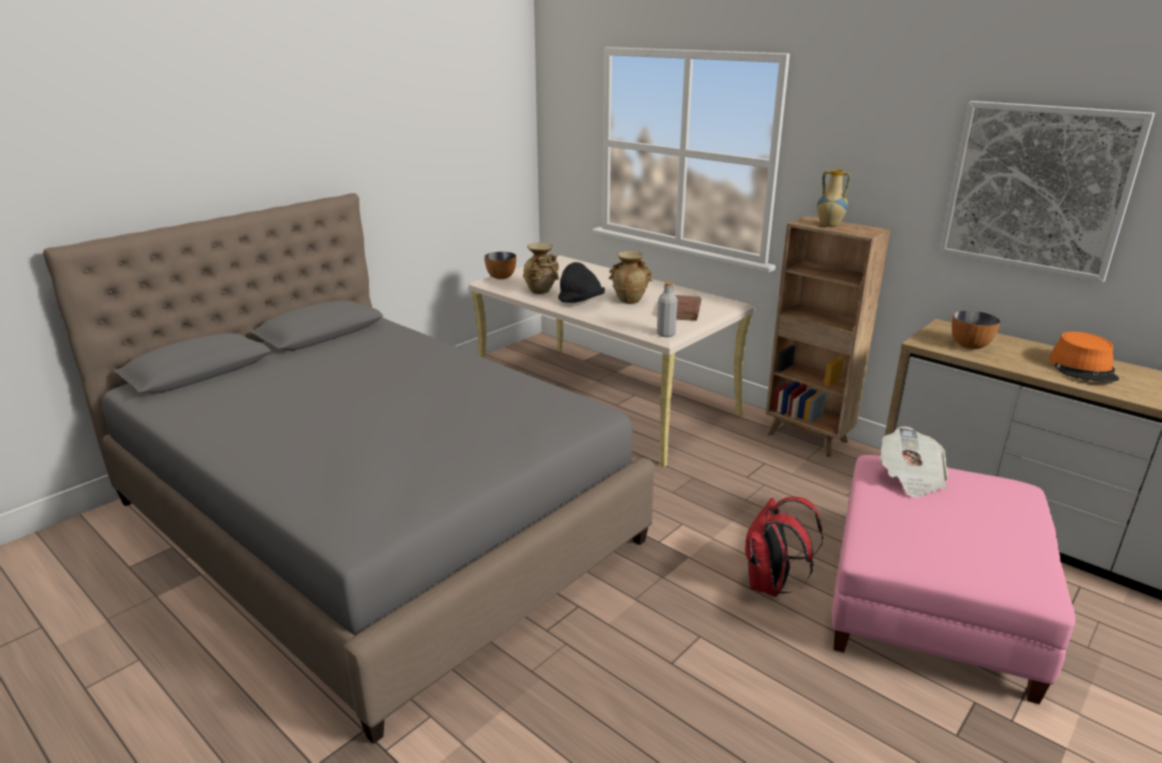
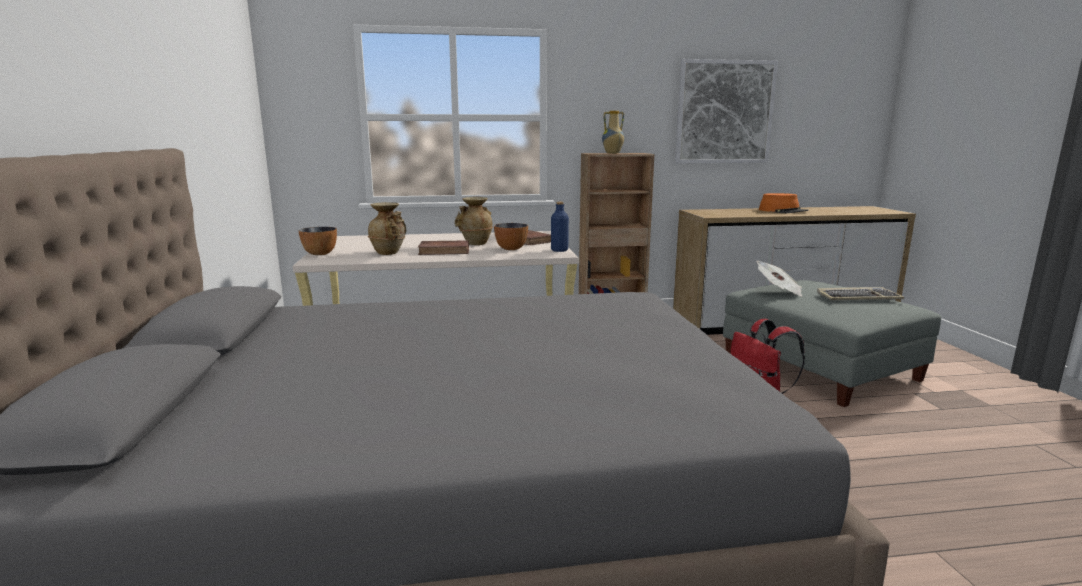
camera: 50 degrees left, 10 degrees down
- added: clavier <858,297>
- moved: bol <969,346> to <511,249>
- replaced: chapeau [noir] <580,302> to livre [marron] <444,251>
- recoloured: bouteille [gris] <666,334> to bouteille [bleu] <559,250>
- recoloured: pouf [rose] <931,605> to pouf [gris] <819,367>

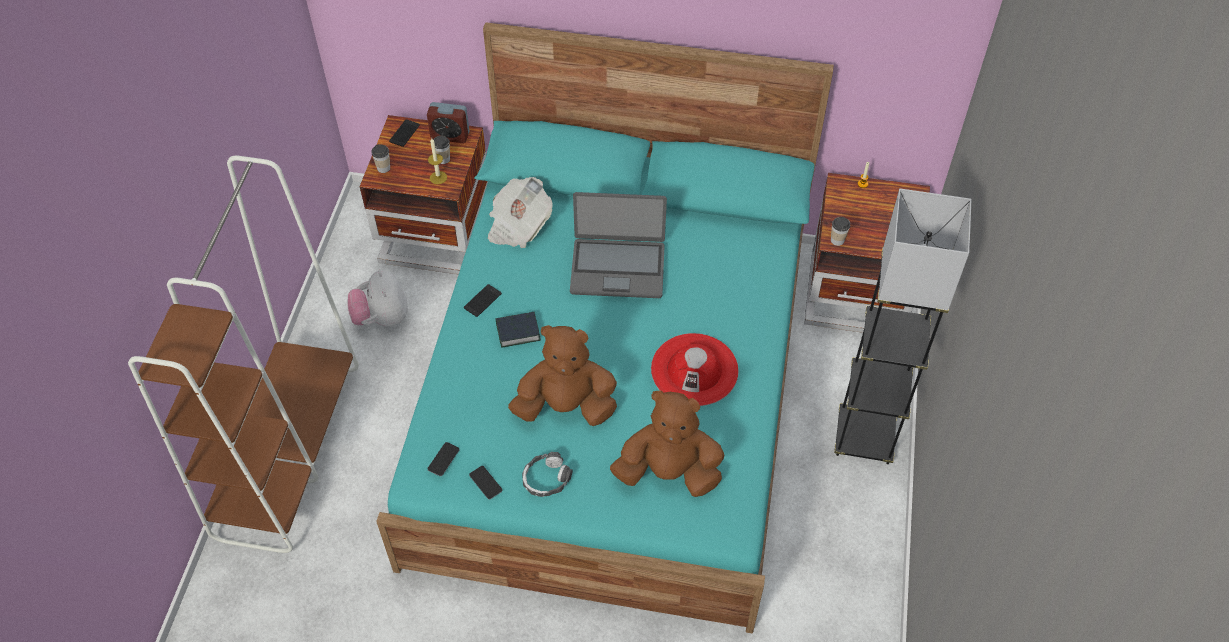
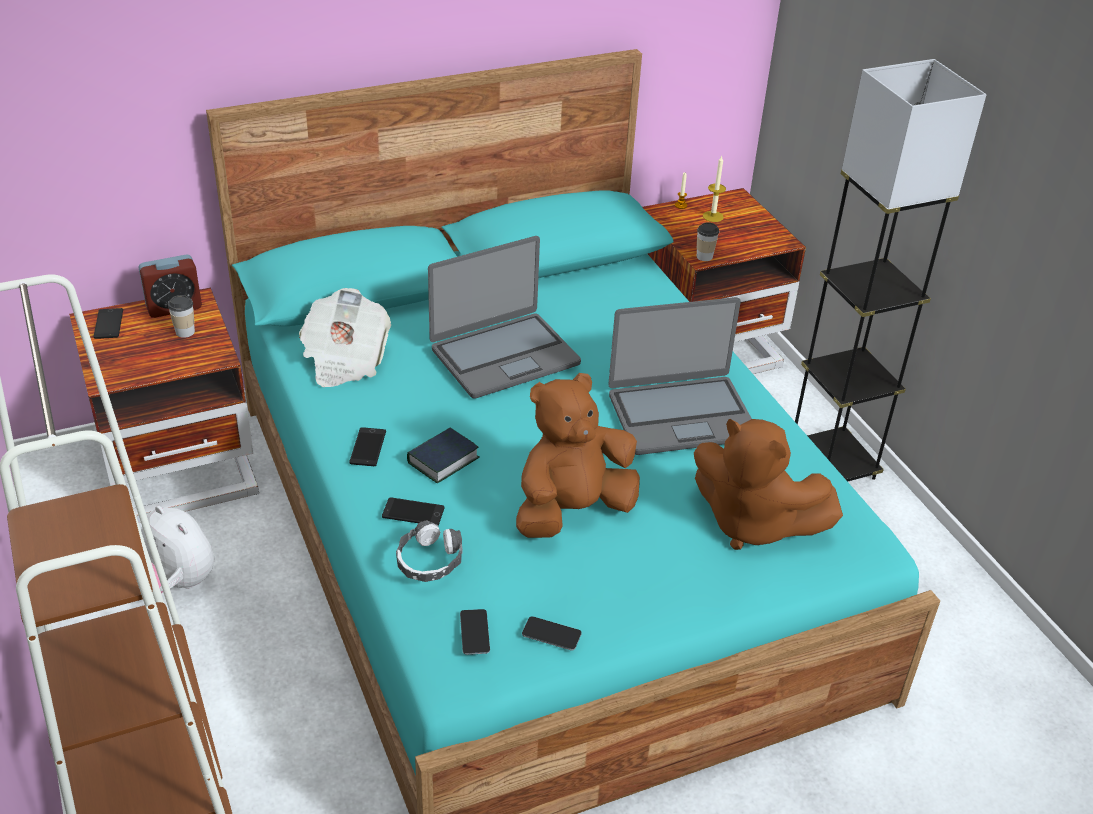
camera: 35 degrees left, 15 degrees down
- removed: tasse <383,168>
- added: téléphone <413,512>
- moved: bougie <438,177> to <713,216>
- moved: casque audio <546,479> to <429,560>
- replaced: chapeau [rouge] <694,369> to ordinateur portable <681,415>
- turned: peluche [marron] <669,472> = <752,523> 120 degrees counterclockwise

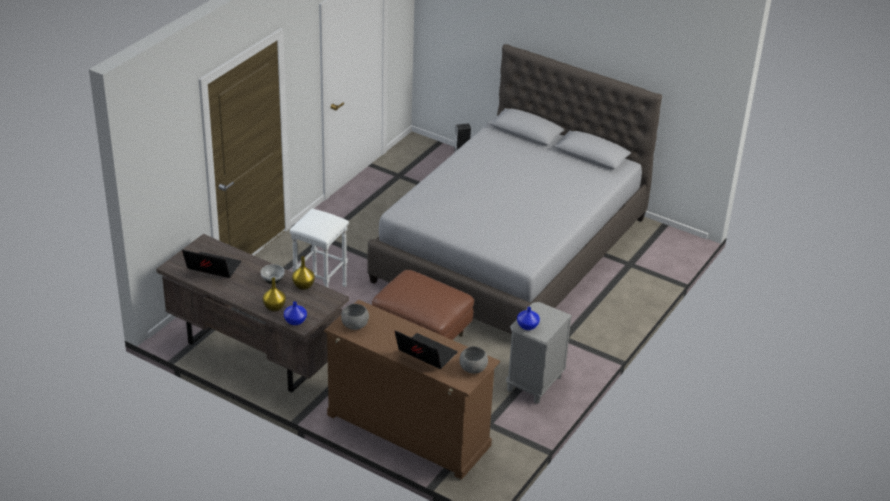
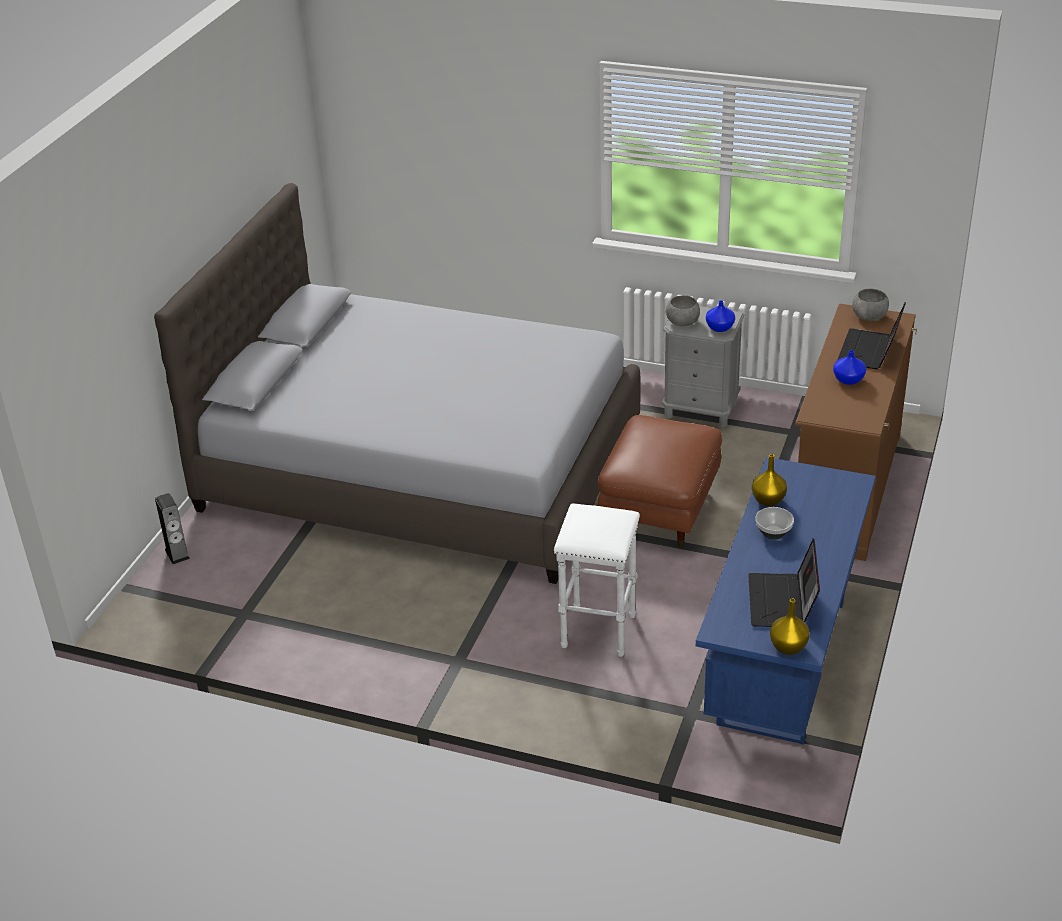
camera: 100 degrees left, 0 degrees up
- moved: vase [jaune] <274,307> to <788,648>
- moved: vase [bleu] <296,321> to <848,379>
- moved: bol [gris] <355,325> to <682,322>
- recoloured: bureau [marron] <254,353> to bureau [bleu] <783,663>

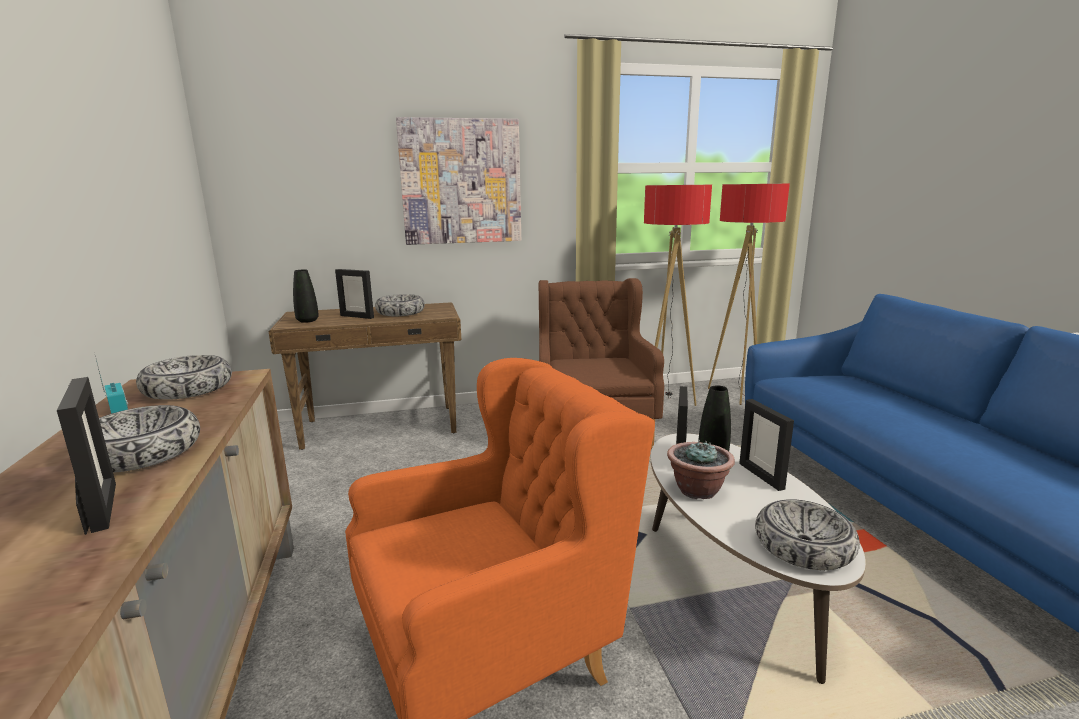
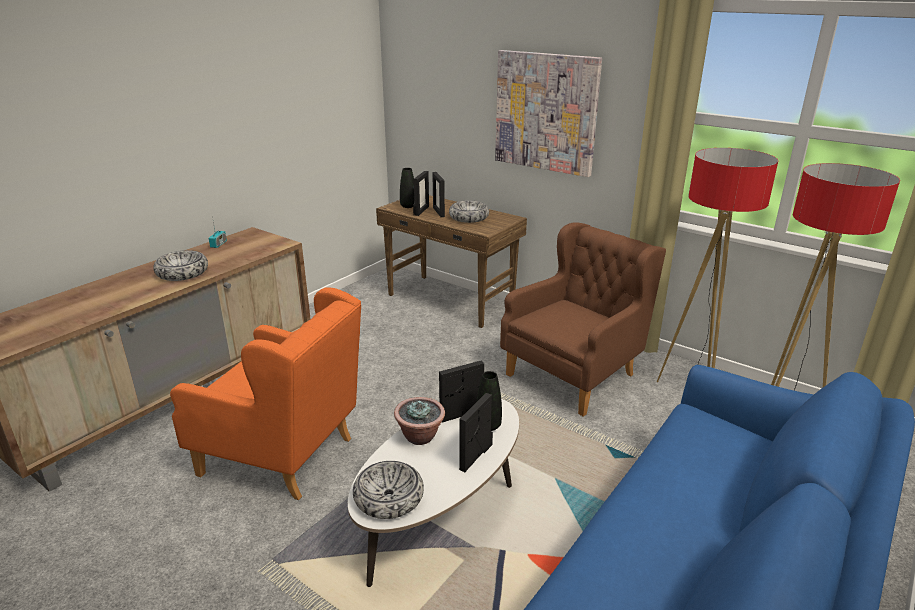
camera: 50 degrees right, 10 degrees up
- removed: bol <188,389>
- moved: cadre photo <101,507> to <421,210>

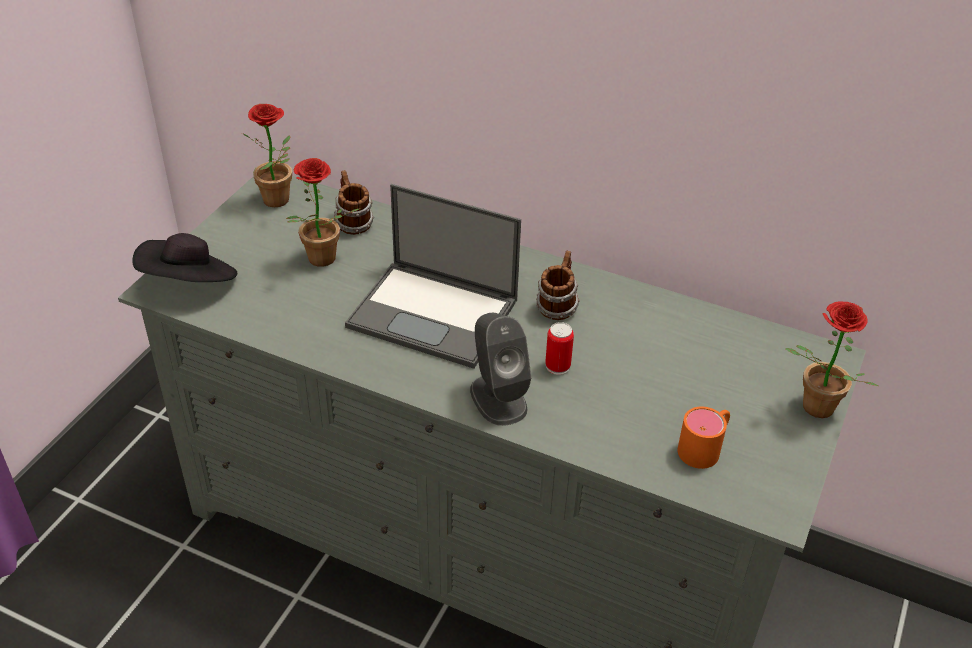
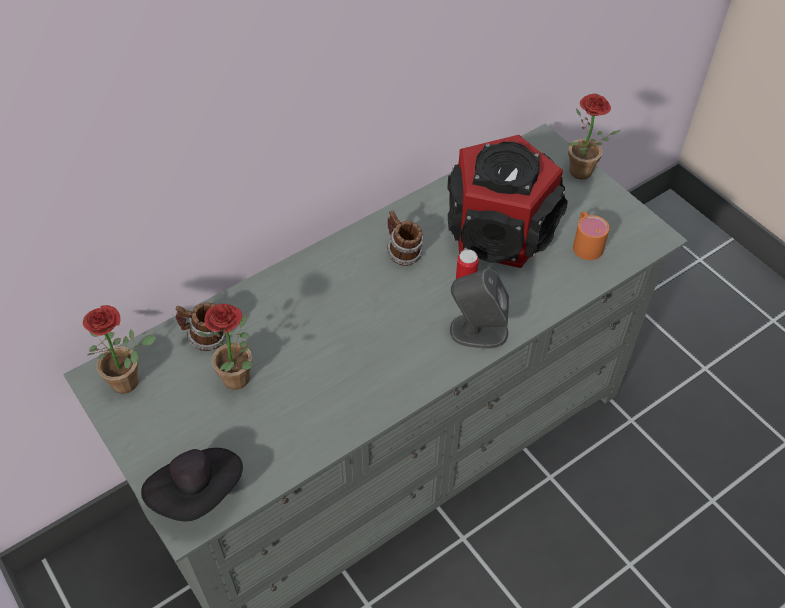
camera: 60 degrees left, 10 degrees up
- removed: ordinateur portable <435,314>
- added: enceinte <500,231>

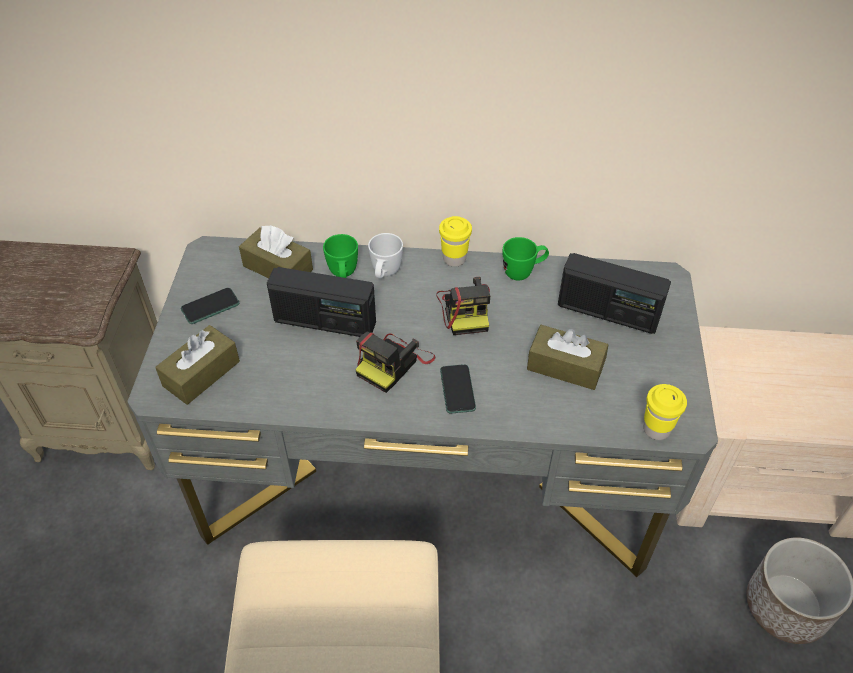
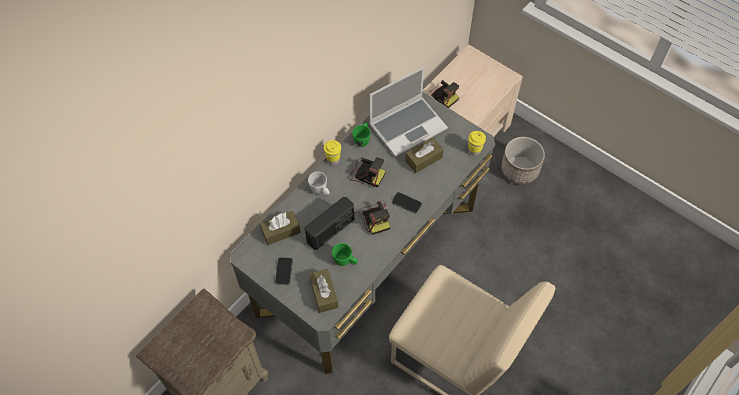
camera: 55 degrees left, 10 degrees up
- added: appareil photo <442,95>
- moved: mug [vert] <343,275> to <345,262>
- replaced: radio <608,312> to ordinateur portable <408,126>

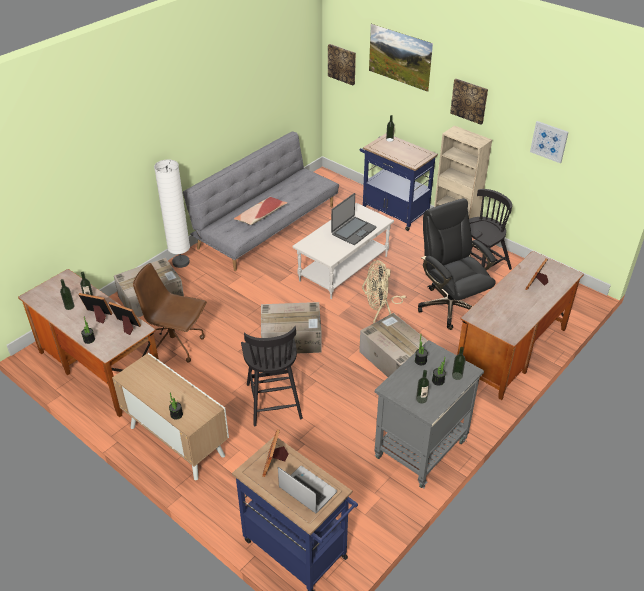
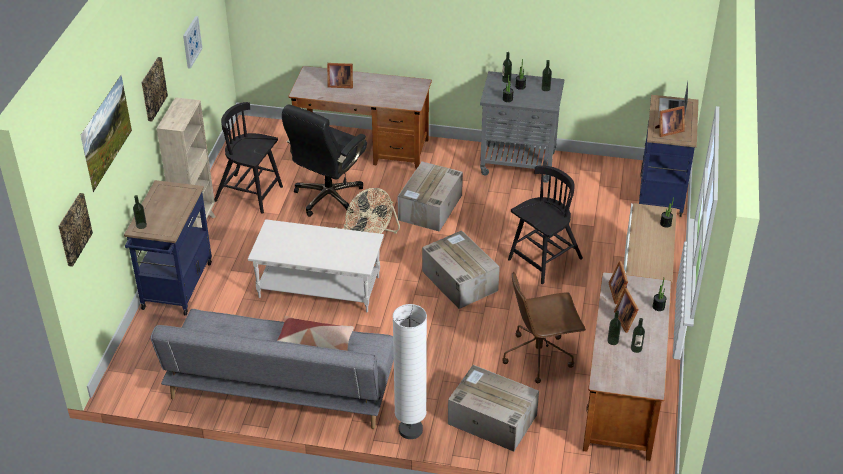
camera: 120 degrees left, 0 degrees up
- removed: ordinateur portable <353,231>
- turned: chaise de bureau [marron] <177,346> = <541,356> 90 degrees clockwise

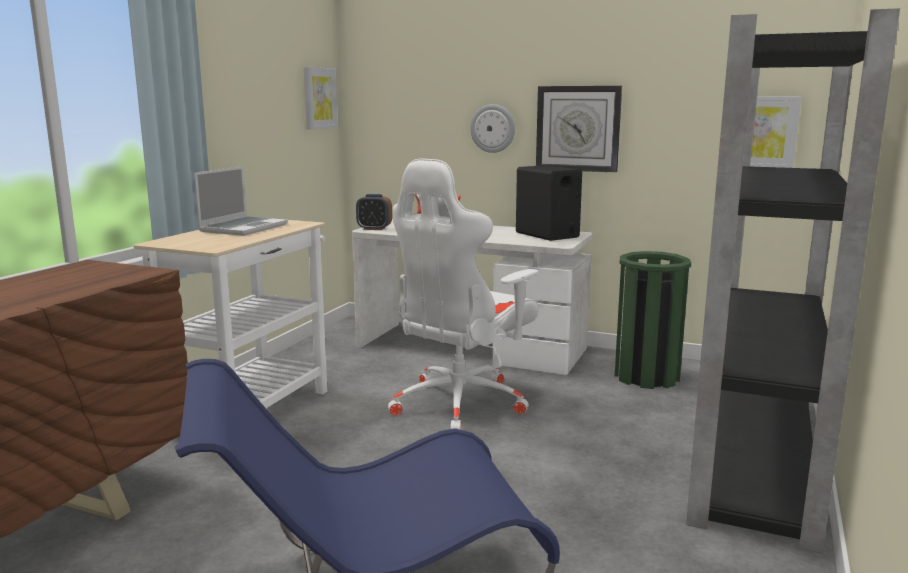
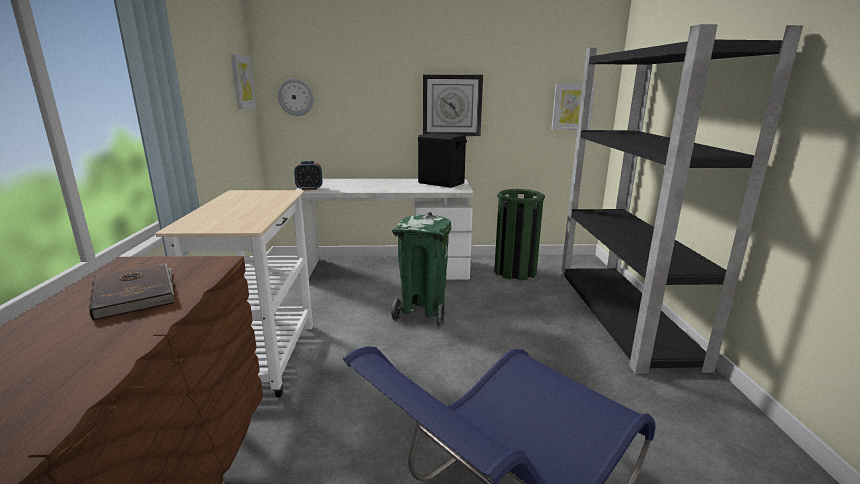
camera: 25 degrees left, 5 degrees up
- removed: ordinateur portable <244,228>
- added: livre [marron] <136,293>
- moved: horloge murale <493,128> to <296,97>
- replaced: chaise de bureau [blanc] <466,401> to poubelle [vert] <422,312>

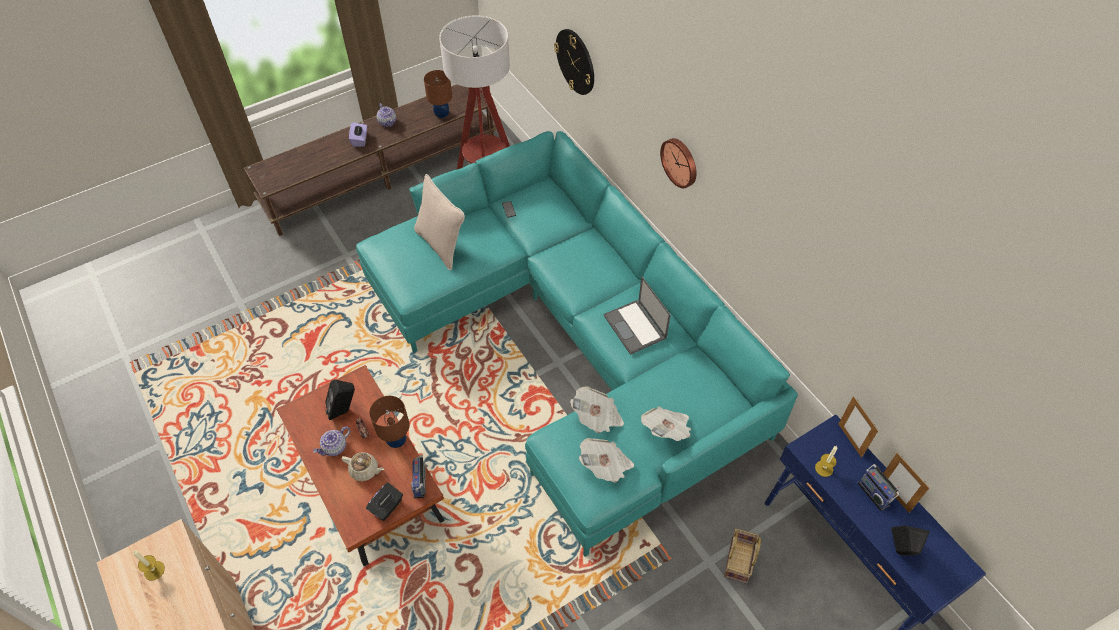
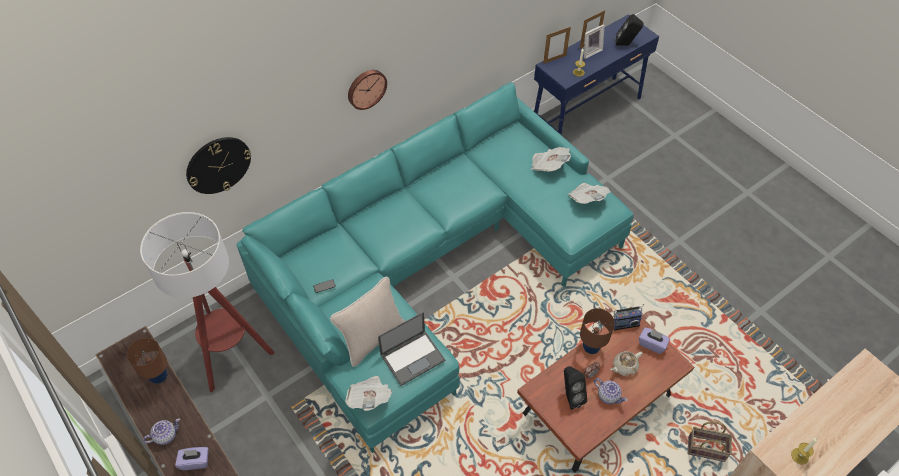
camera: 95 degrees left, 0 degrees up
- moved: journal <597,417> to <369,398>
- moved: ordinateur portable <635,327> to <413,357>
- moved: panier <739,562> to <707,448>
- replaced: radio <874,493> to cadre photo <590,51>
- recoloured: boîte à mouchoirs [noir] <387,507> to boîte à mouchoirs [violet] <652,344>
- turned: théière [beige] <365,470> = <624,367> 135 degrees counterclockwise

